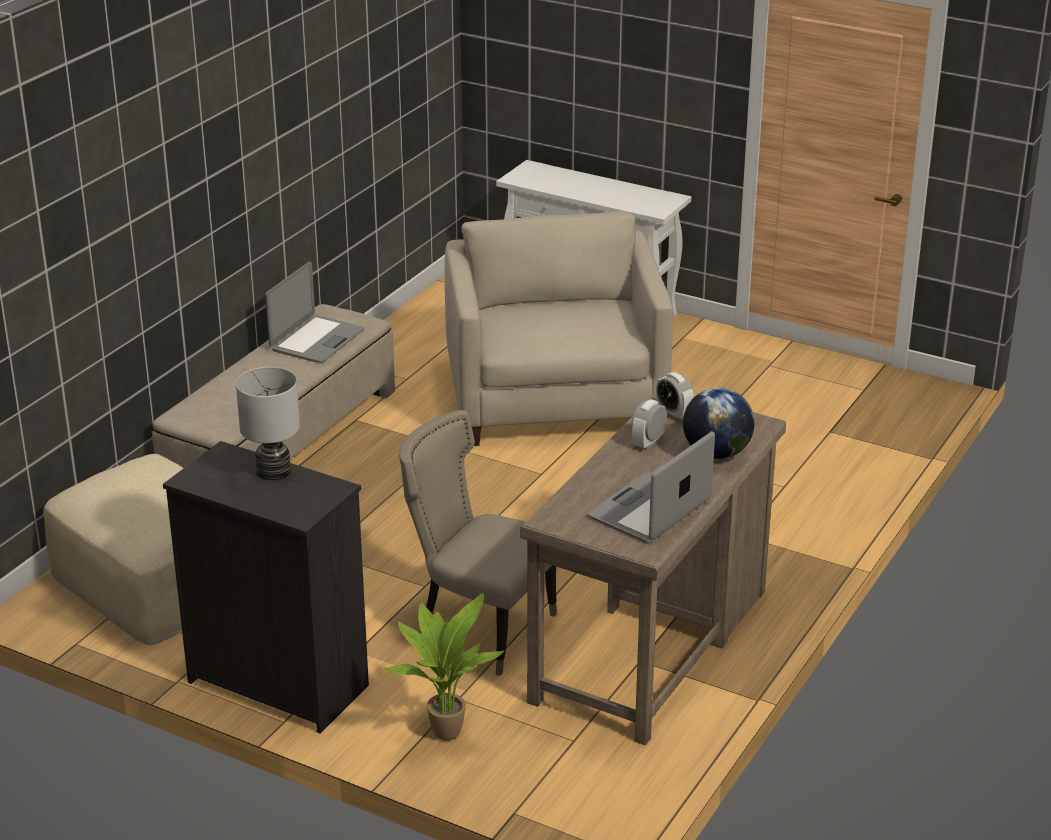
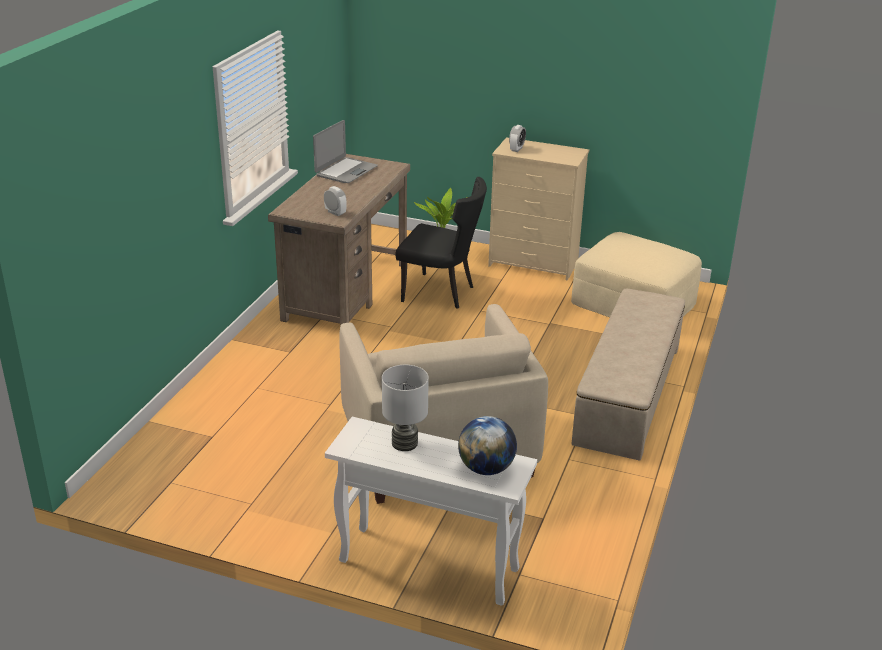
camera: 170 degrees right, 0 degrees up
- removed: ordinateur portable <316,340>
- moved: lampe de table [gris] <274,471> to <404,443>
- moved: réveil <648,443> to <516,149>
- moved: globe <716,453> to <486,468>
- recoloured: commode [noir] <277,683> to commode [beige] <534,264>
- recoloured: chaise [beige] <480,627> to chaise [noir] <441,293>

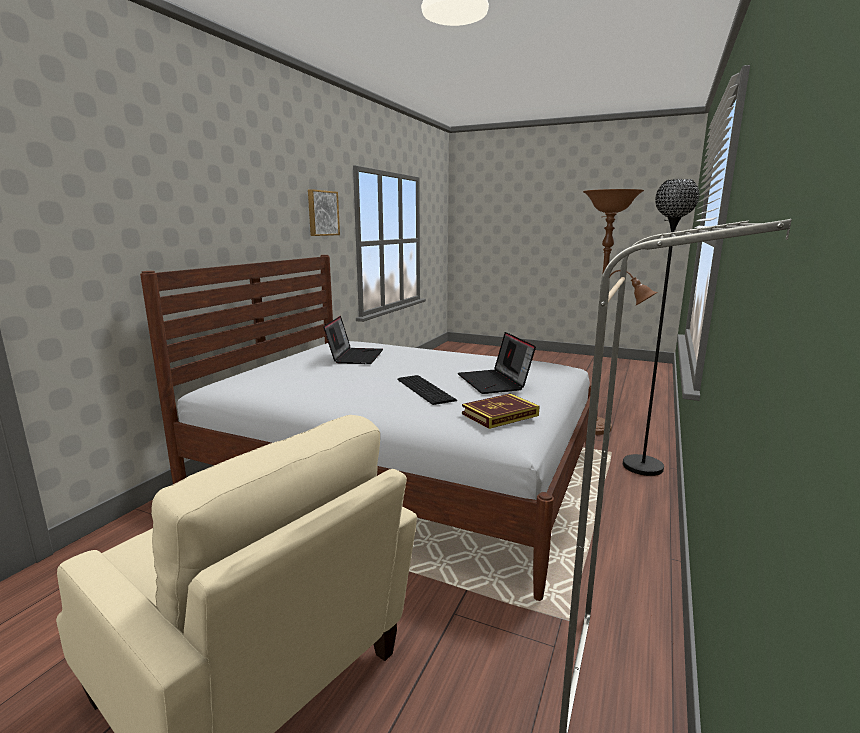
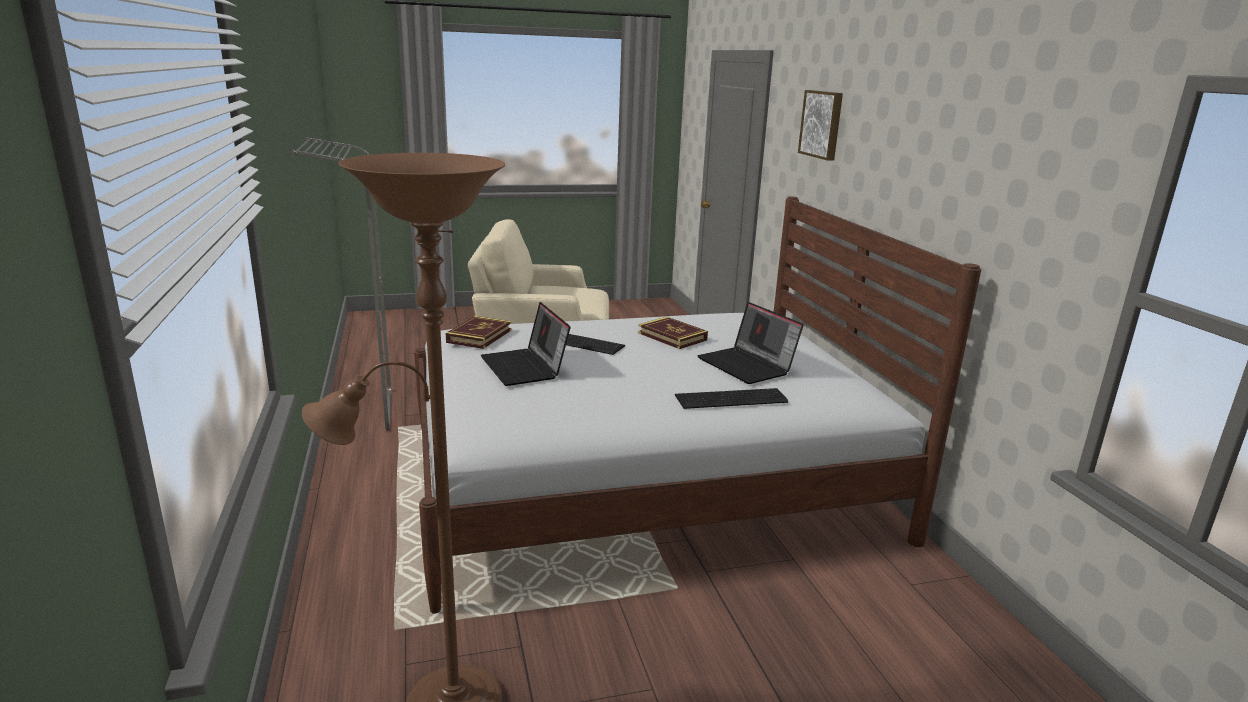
camera: 140 degrees right, 5 degrees up
- removed: lampadaire [noir] <642,467>
- added: livre <672,336>
- added: clavier <733,399>
- moved: tableau <322,213> to <822,124>
- turned: ordinateur portable <495,382> = <525,368> 150 degrees counterclockwise

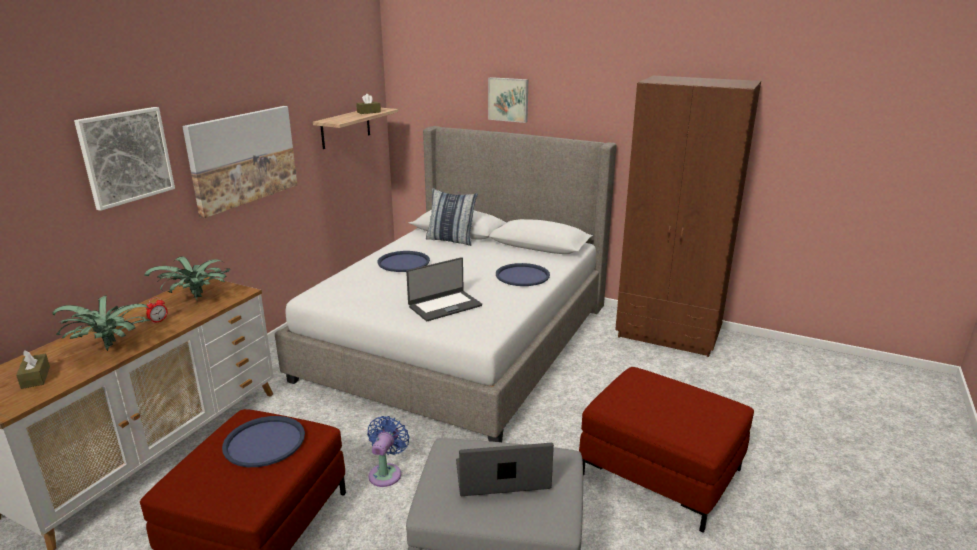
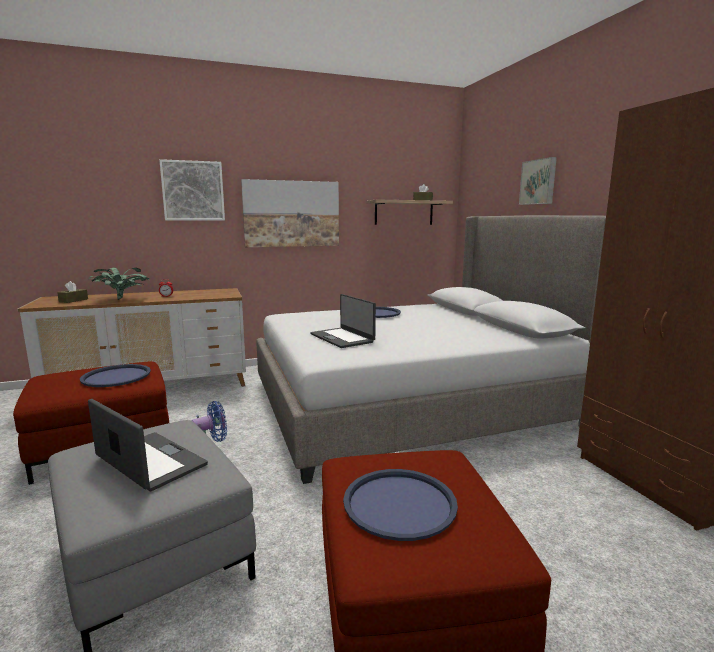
camera: 45 degrees right, 10 degrees down
- removed: plante en pot <198,299>
- removed: coussin <451,240>
- moved: plateau [bleu] <522,275> to <399,504>
- turned: ordinateur portable <444,306> = <342,338> 45 degrees clockwise

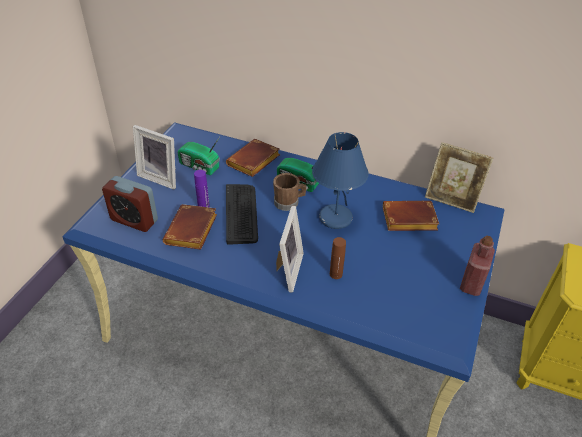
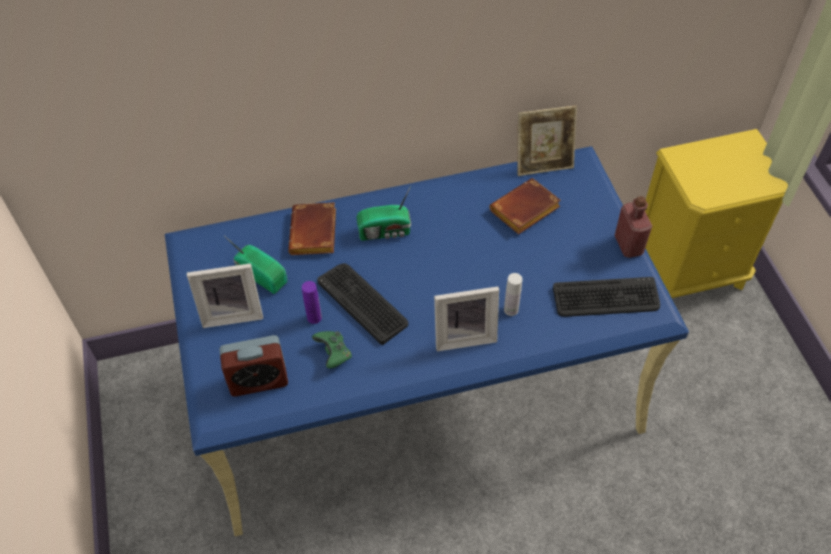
camera: 35 degrees left, 10 degrees up
- removed: mug [marron] <289,202>
- removed: lampe de table [bleu] <334,218>
- added: clavier <606,298>
- replaced: livre [marron] <192,232> to manette [vert] <334,354>
- recoloured: bouteille [marron] <336,274> to bouteille [blanc] <511,309>
- turned: radio <199,167> = <262,274> 135 degrees counterclockwise
- turned: cadre photo <286,270> = <464,335> 105 degrees clockwise

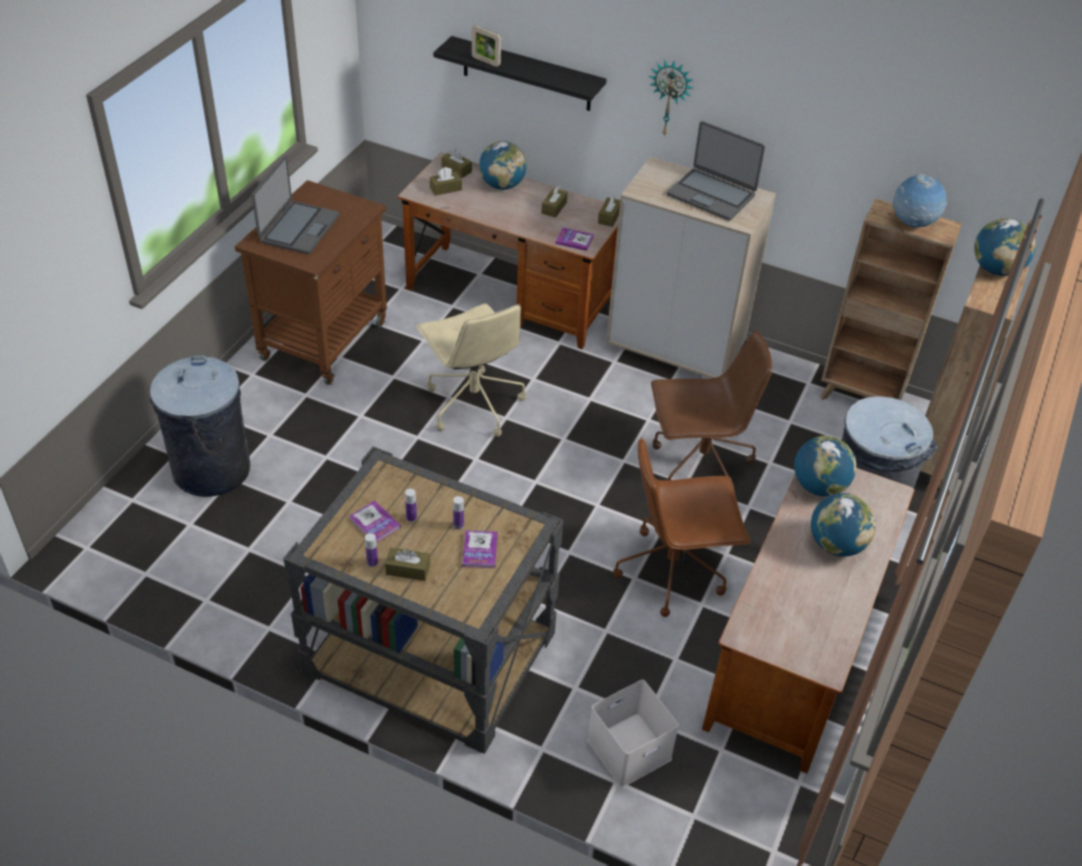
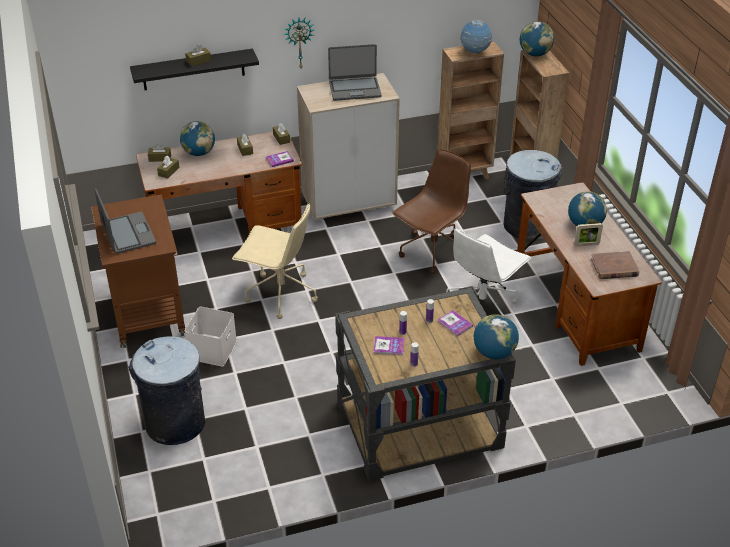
camera: 40 degrees left, 5 degrees down
- added: livre [marron] <614,267>
- moved: boîte à mouchoirs [marron] <408,569> to <198,61>
- moved: cadre photo <486,61> to <586,244>
- moved: boîte de rangement [blanc] <628,751> to <213,350>
- moved: globe <819,486> to <494,353>
- recoloured: chaise de bureau [marron] <675,571> to chaise de bureau [blanc] <483,307>

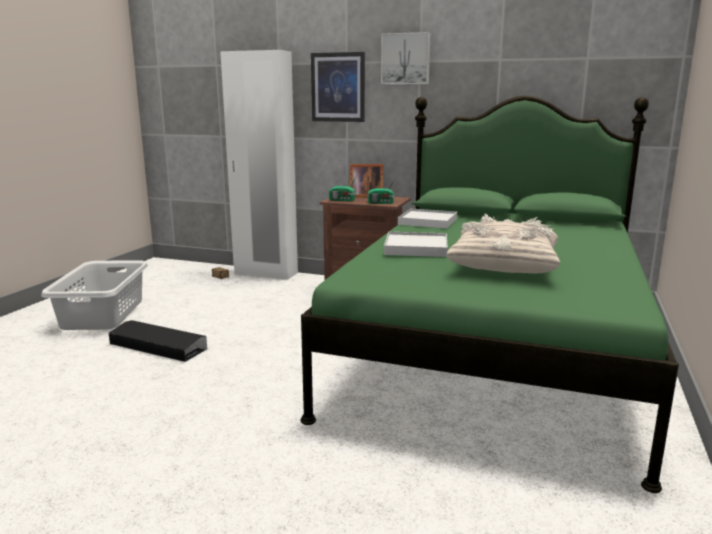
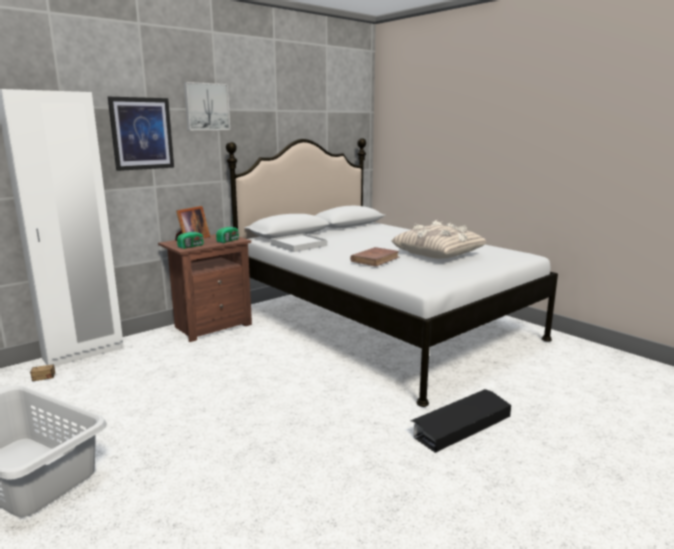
camera: 60 degrees left, 0 degrees up
- moved: boîte de rangement [noir] <157,346> to <460,425>
- replaced: plateau [blanc] <416,248> to livre [marron] <375,259>
- recoloured: lit [vert] <493,354> to lit [blanc] <381,324>

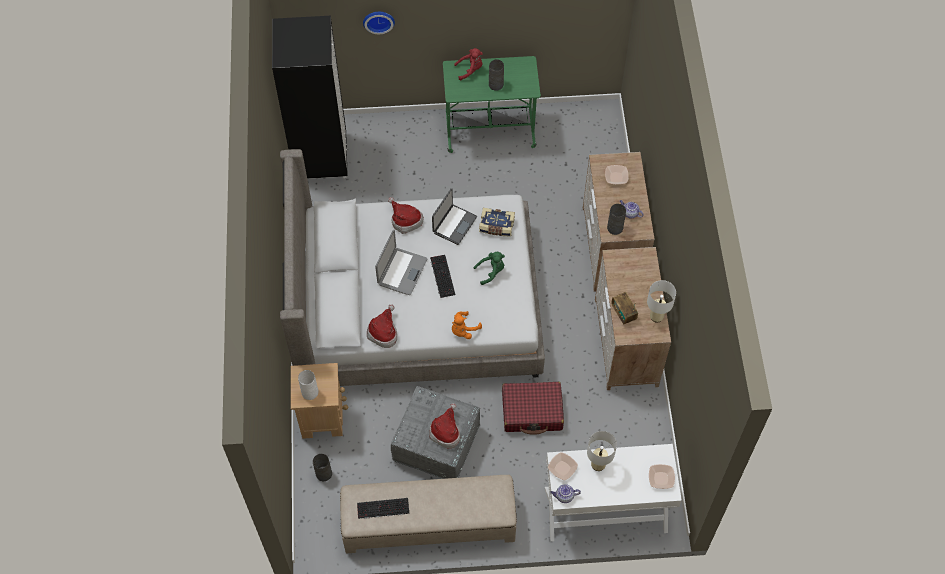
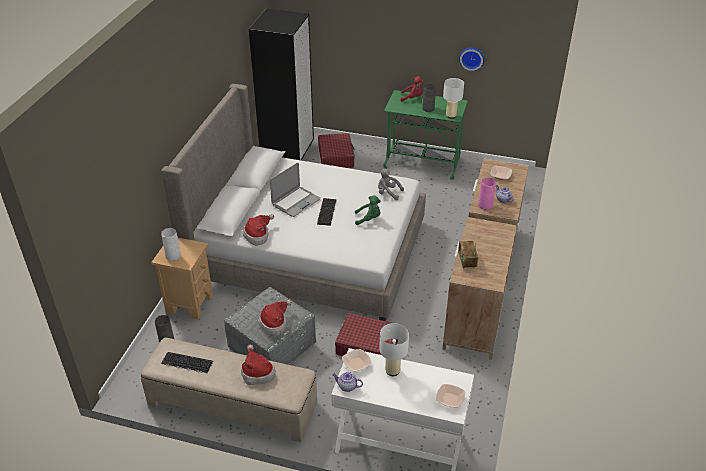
camera: 20 degrees right, 20 degrees down
- removed: ordinateur portable <454,224>
- removed: peluche [orange] <463,330>
- added: valise [rouge] <336,157>
- moved: horloge murale <378,20> to <472,58>
- moved: chapeau <405,220> to <257,372>
- moved: lampe de table [blanc] <656,317> to <451,116>
- replaced: livre <496,226> to peluche [gris] <388,193>
- recoloured: vase [gris] <614,227> to vase [rose] <485,205>

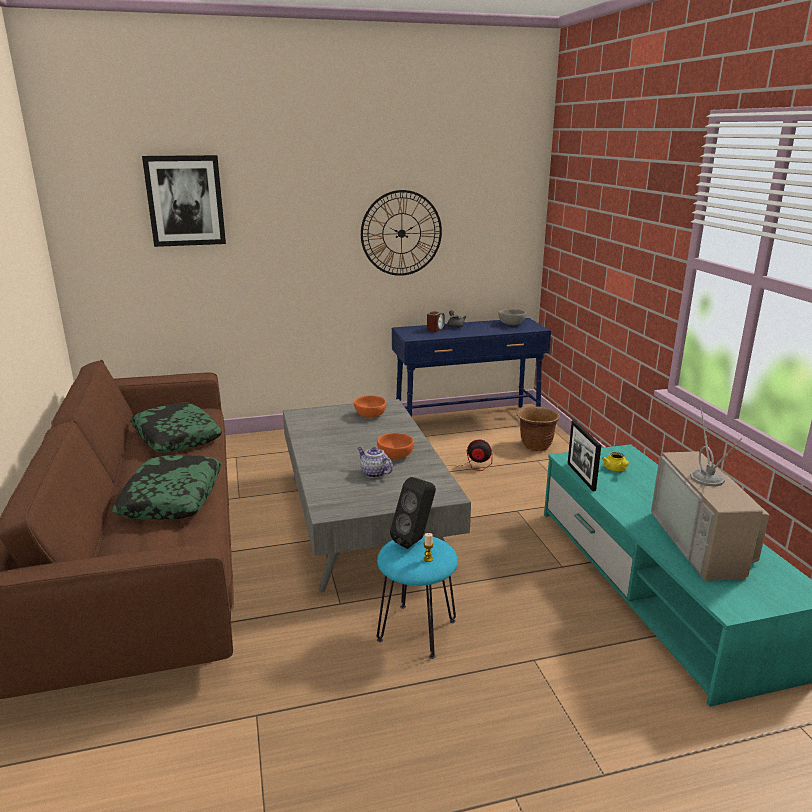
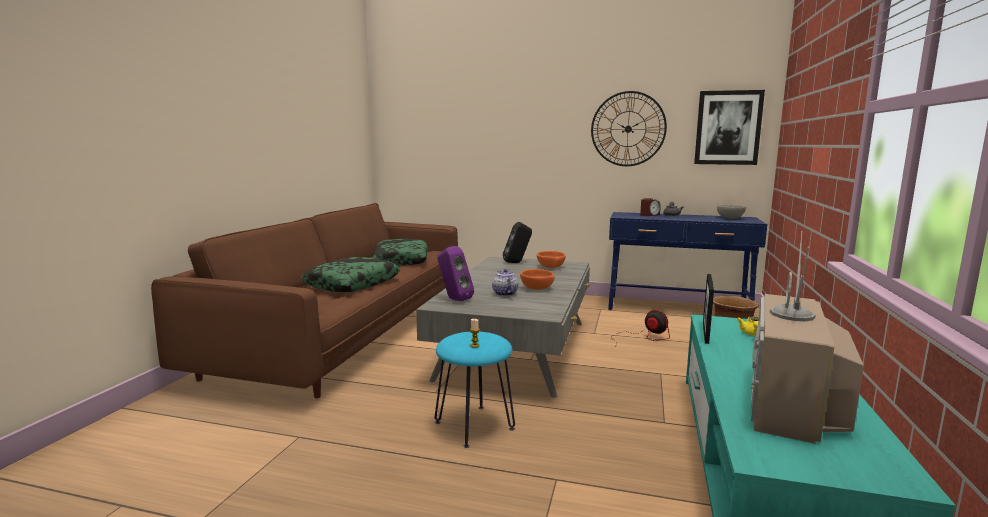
camera: 30 degrees right, 10 degrees down
- added: enceinte [violet] <454,299>
- moved: tableau <185,201> to <728,128>
- moved: enceinte [noir] <415,540> to <517,262>

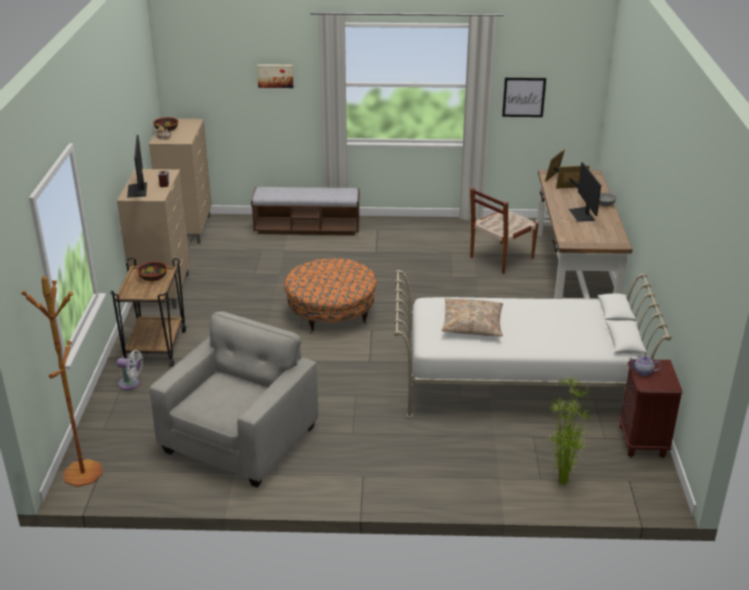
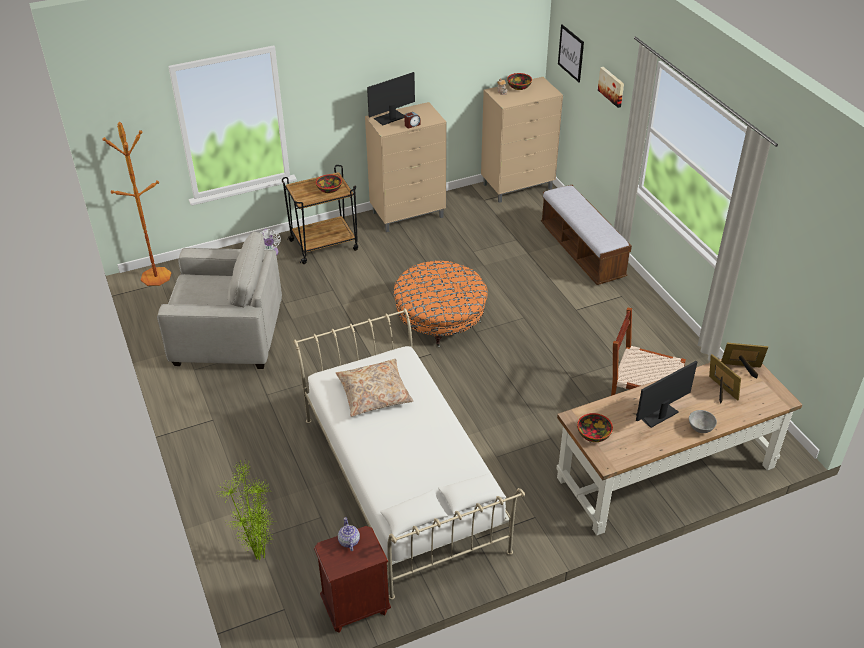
camera: 65 degrees right, 10 degrees up
- added: bol <593,434>
- moved: tableau <523,97> to <571,53>

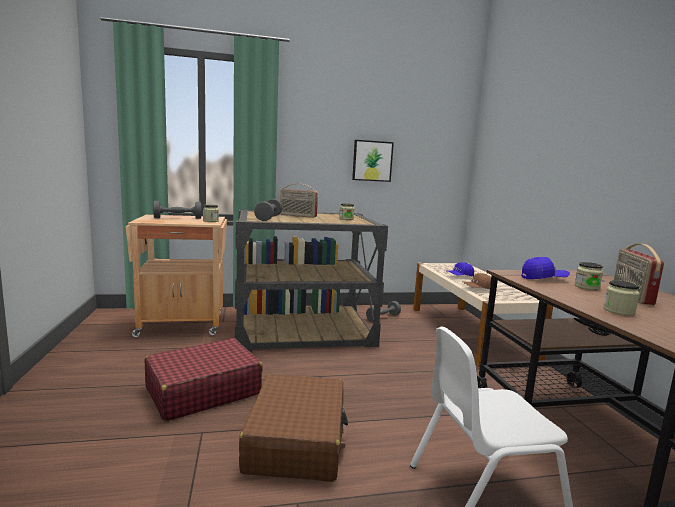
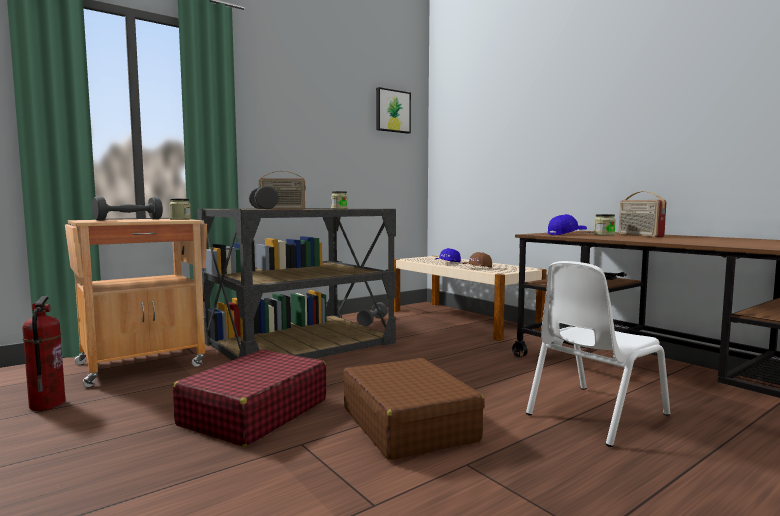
camera: 25 degrees left, 5 degrees down
- removed: bocal <619,311>
- added: extincteur <46,405>
- moved: tableau <372,161> to <392,111>

